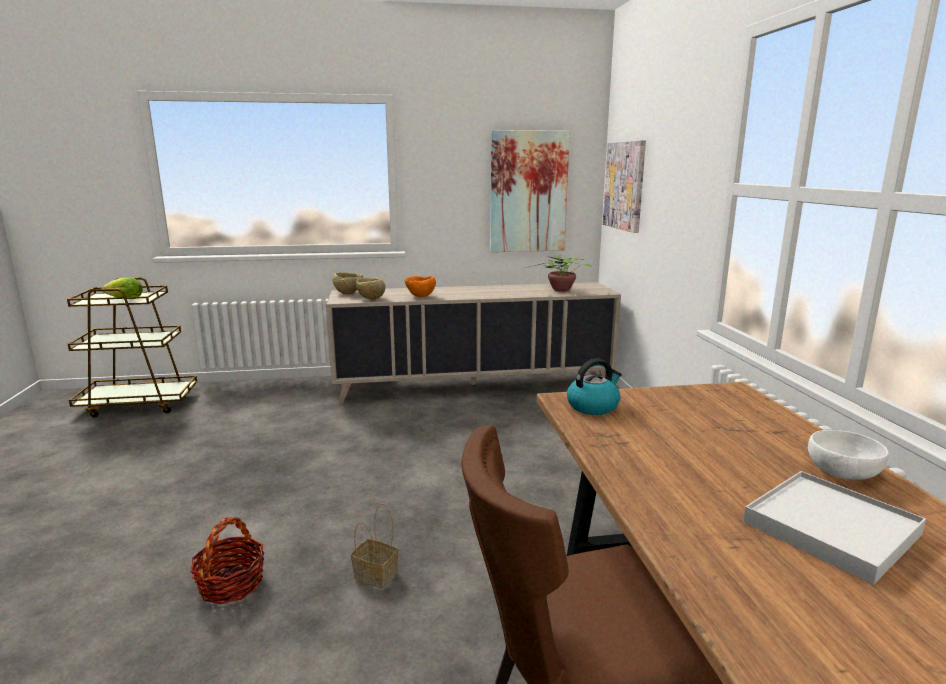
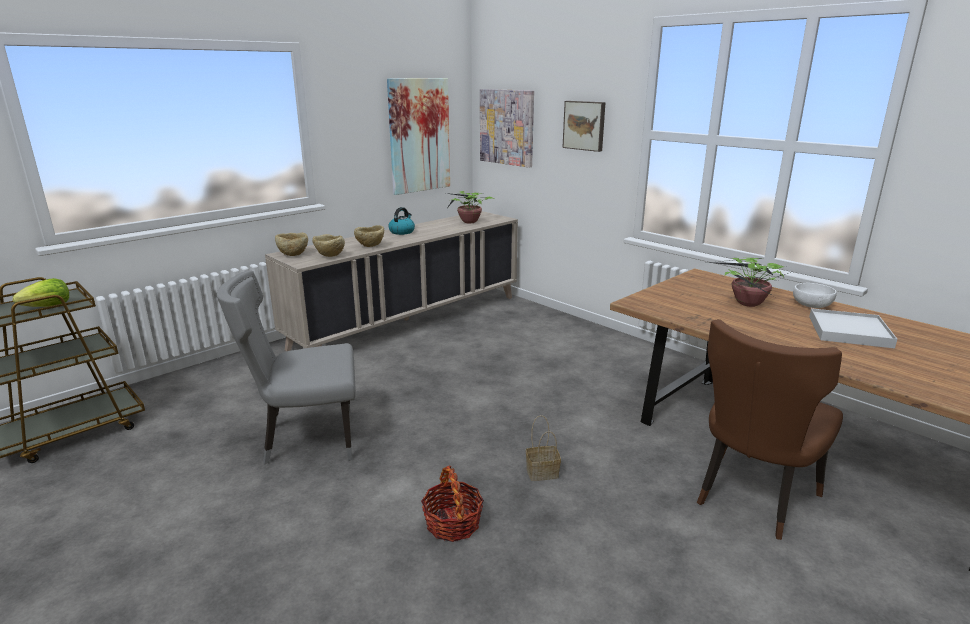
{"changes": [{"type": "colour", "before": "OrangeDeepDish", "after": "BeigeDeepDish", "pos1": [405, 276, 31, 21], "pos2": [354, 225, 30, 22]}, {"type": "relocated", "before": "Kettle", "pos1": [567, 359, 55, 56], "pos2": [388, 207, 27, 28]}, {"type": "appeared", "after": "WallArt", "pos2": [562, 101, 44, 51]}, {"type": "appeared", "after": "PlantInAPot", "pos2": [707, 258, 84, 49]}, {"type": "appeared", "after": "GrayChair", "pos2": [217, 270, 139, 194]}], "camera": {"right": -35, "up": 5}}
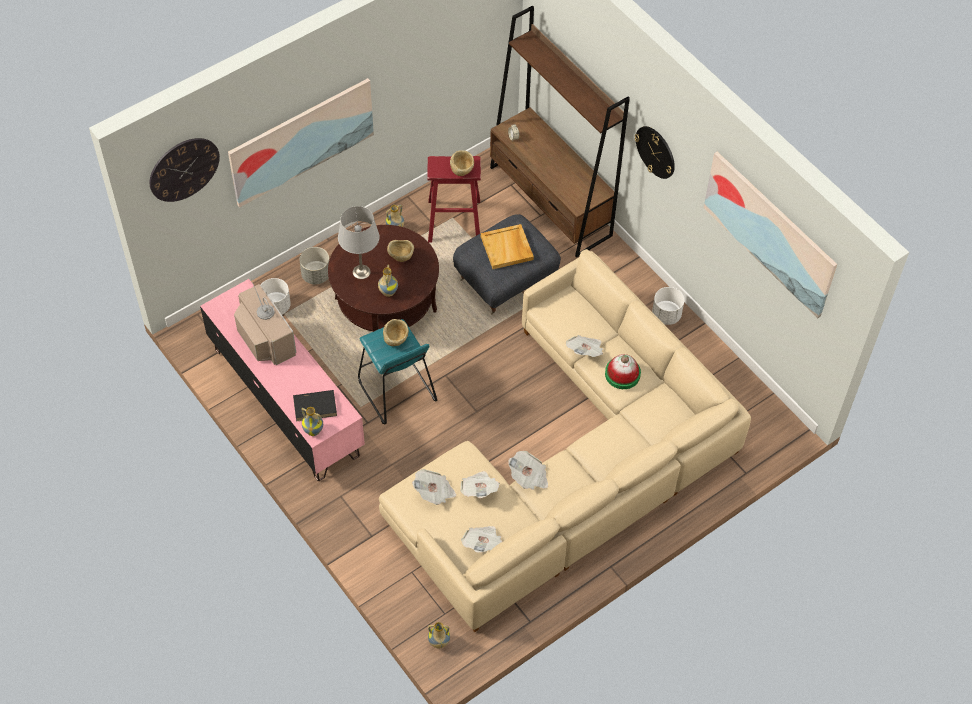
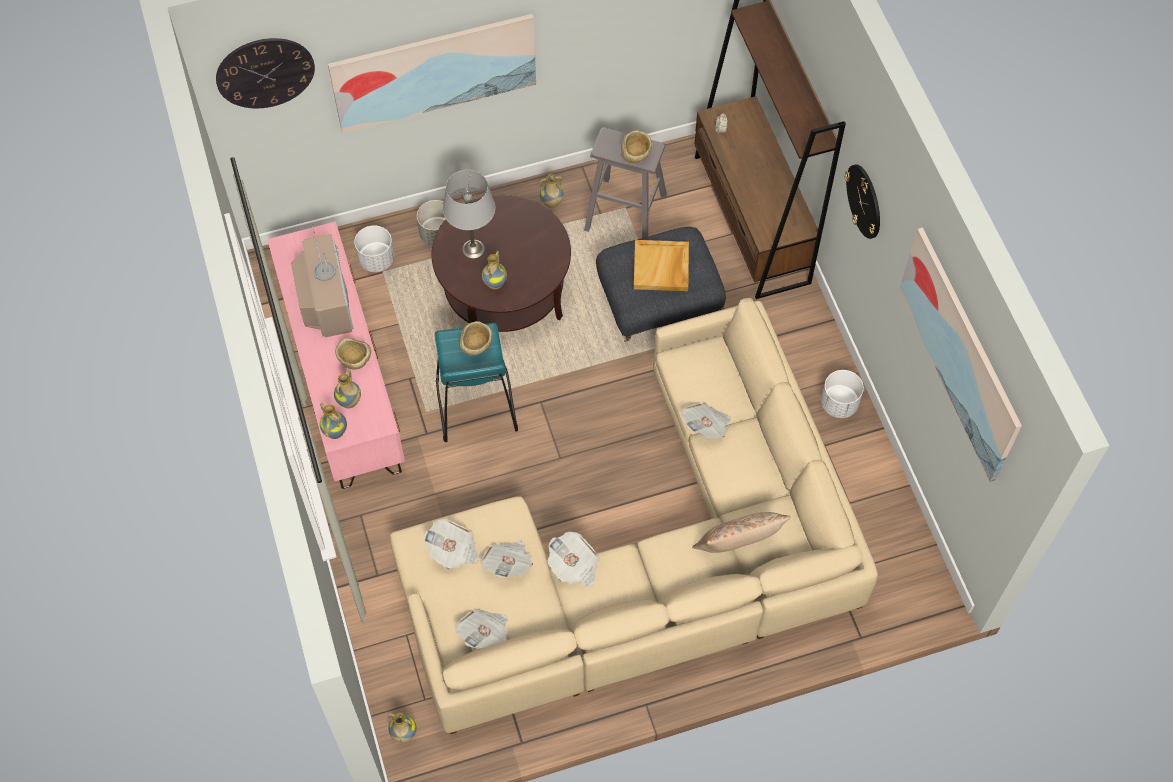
{"changes": [{"type": "colour", "before": "RedStool", "after": "GrayStool", "pos1": [427, 156, 54, 87], "pos2": [584, 127, 83, 111]}, {"type": "relocated", "before": "BeigeDeepDish", "pos1": [387, 240, 27, 22], "pos2": [335, 338, 36, 32]}, {"type": "missing", "before": "ClothingHat", "pos1": [605, 354, 36, 35]}, {"type": "exchanged", "before": "BlackColouredVolume", "after": "DecorativeVase", "pos1": [293, 390, 44, 32], "pos2": [334, 370, 27, 38]}, {"type": "appeared", "after": "BeigeThrowPillow", "pos2": [692, 512, 99, 41]}], "camera": {"right": 20, "up": 5}}
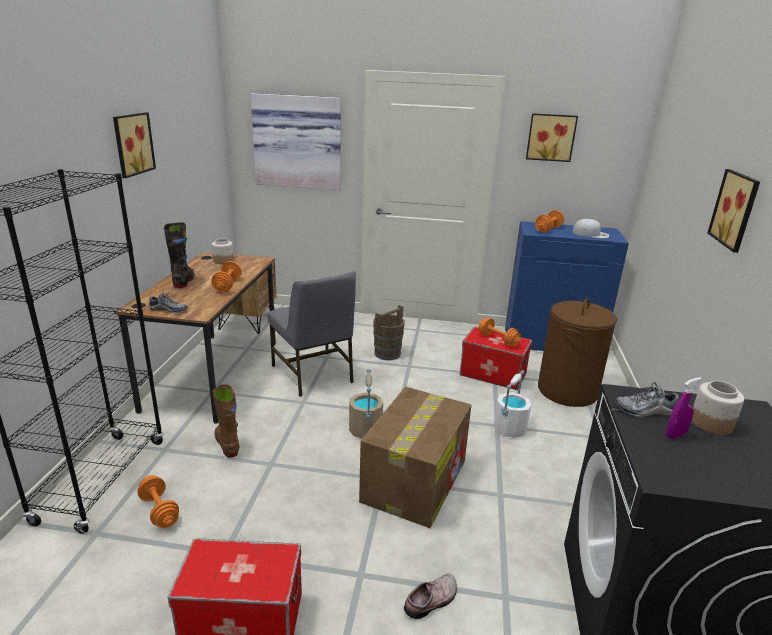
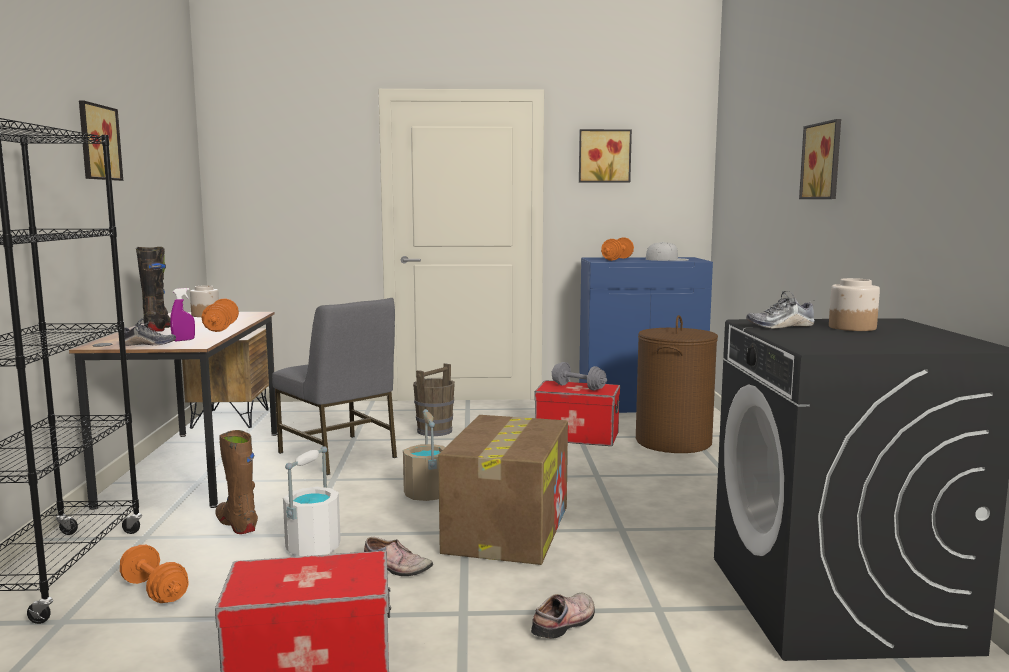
{"changes": [{"type": "missing", "before": "WallArt", "pos1": [251, 93, 90, 97]}, {"type": "colour", "before": "OrangeFreeWeight", "after": "GrayFreeWeight", "pos1": [479, 318, 42, 28], "pos2": [551, 362, 56, 29]}, {"type": "relocated", "before": "WhiteWaterBucket", "pos1": [493, 370, 38, 67], "pos2": [283, 446, 58, 110]}, {"type": "relocated", "before": "PurplishSprayBottle", "pos1": [666, 377, 35, 62], "pos2": [170, 288, 25, 53]}, {"type": "appeared", "after": "Shoe", "pos2": [364, 537, 69, 39]}], "camera": {"right": -10, "up": -15}}
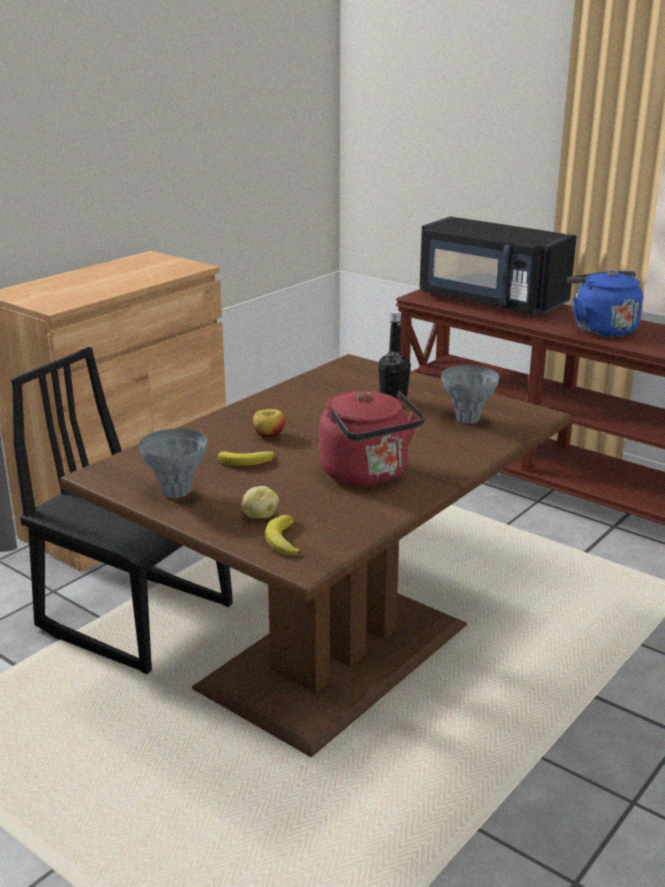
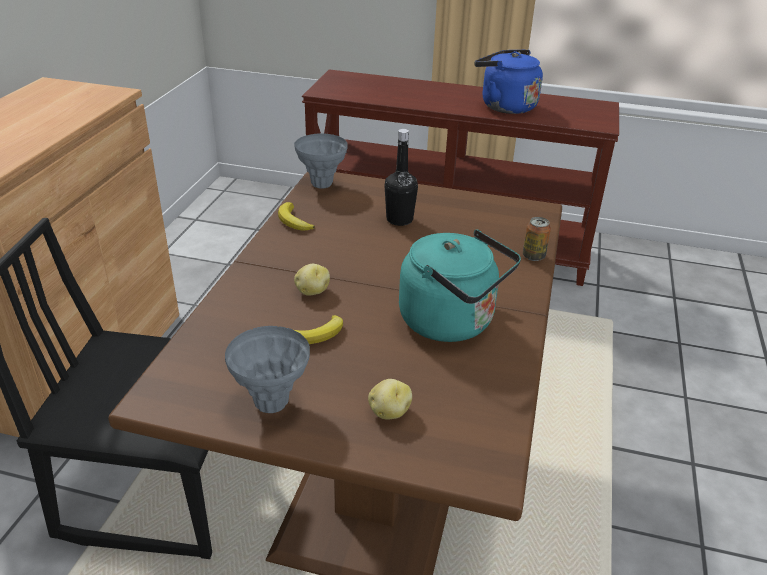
{"changes": [{"type": "missing", "before": "BlackColouredMicrowave", "pos1": [419, 216, 158, 99]}, {"type": "relocated", "before": "GrayDecorativeVase", "pos1": [441, 365, 58, 59], "pos2": [294, 133, 54, 55]}, {"type": "colour", "before": "RedKettle", "after": "BlueGreenKettle", "pos1": [319, 391, 106, 95], "pos2": [399, 230, 122, 112]}, {"type": "exchanged", "before": "WholeApple", "after": "Spud", "pos1": [253, 409, 32, 29], "pos2": [294, 264, 36, 32]}, {"type": "relocated", "before": "WholeBanana", "pos1": [265, 515, 37, 40], "pos2": [278, 202, 37, 29]}, {"type": "appeared", "after": "MetalCan", "pos2": [523, 217, 28, 44]}], "camera": {"right": -25, "up": 10}}
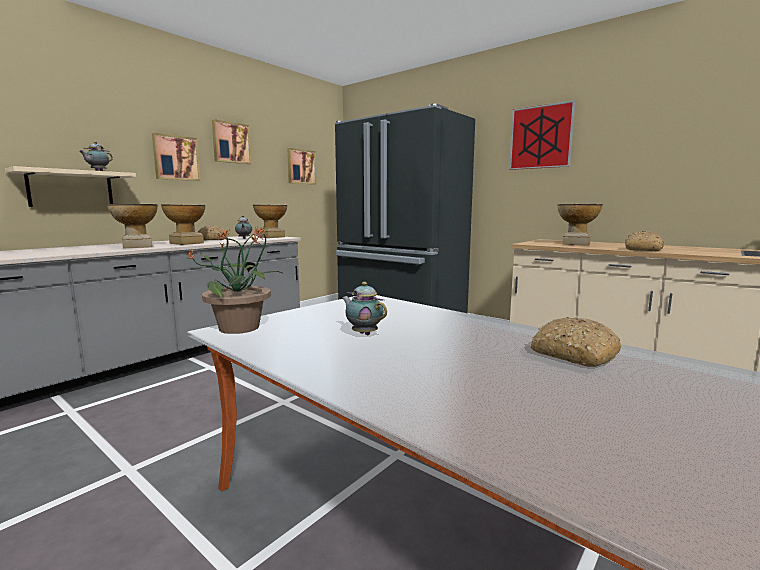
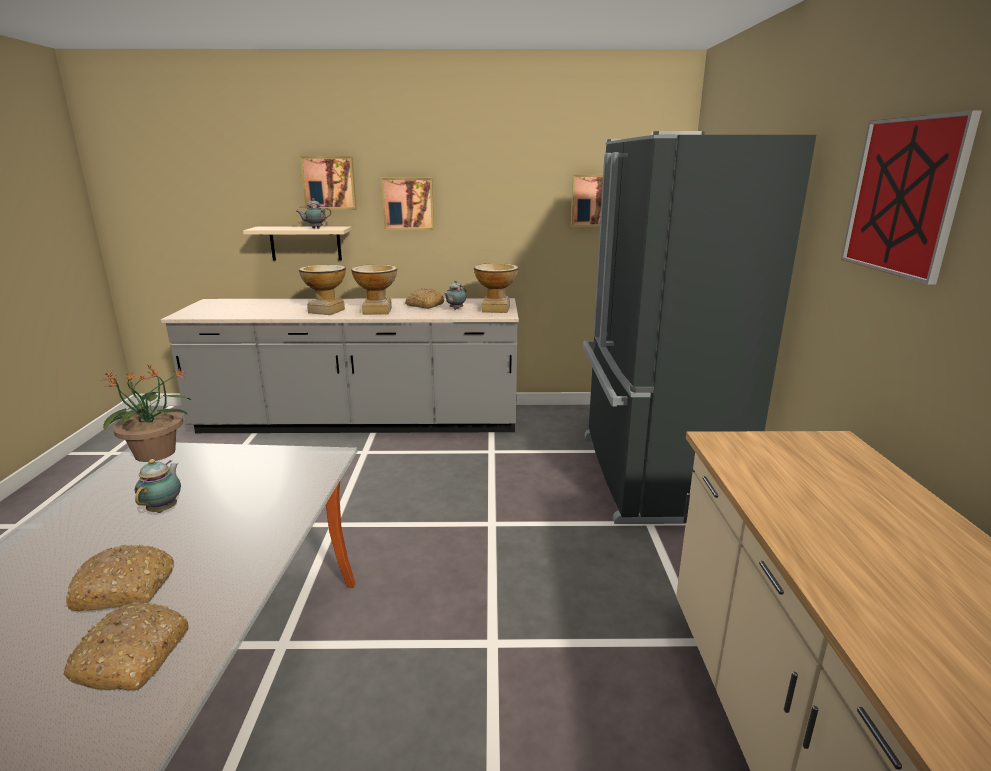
{"changes": [{"type": "relocated", "before": "WallArt", "pos1": [212, 119, 40, 45], "pos2": [300, 156, 57, 54]}, {"type": "missing", "before": "DecorativeVase", "pos1": [557, 204, 46, 42]}, {"type": "relocated", "before": "Bread", "pos1": [625, 231, 39, 20], "pos2": [65, 544, 109, 67]}], "camera": {"right": 50, "up": 10}}
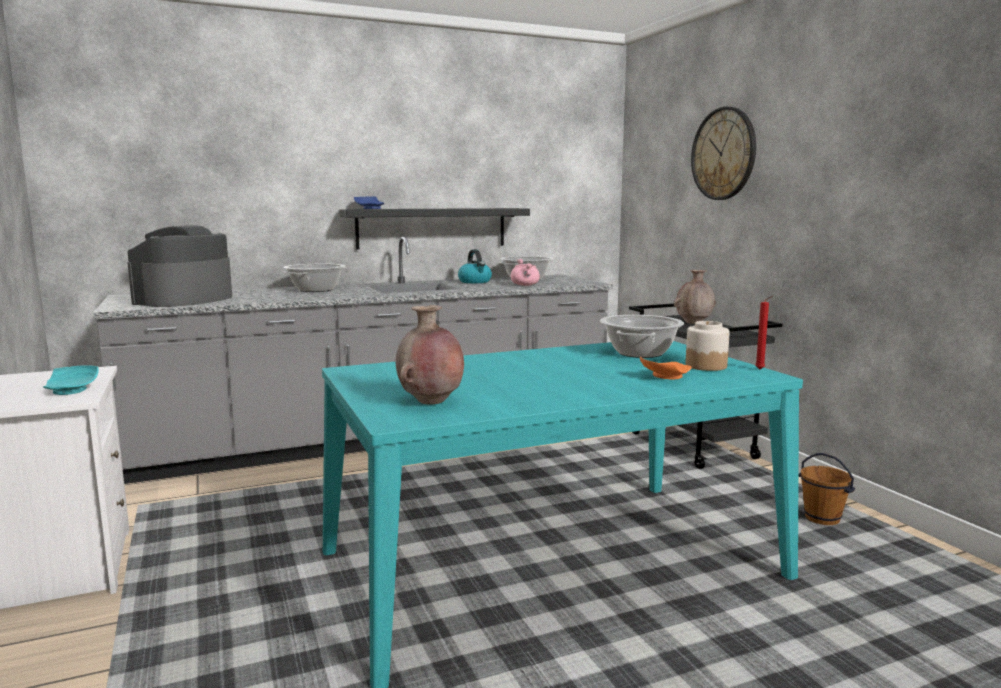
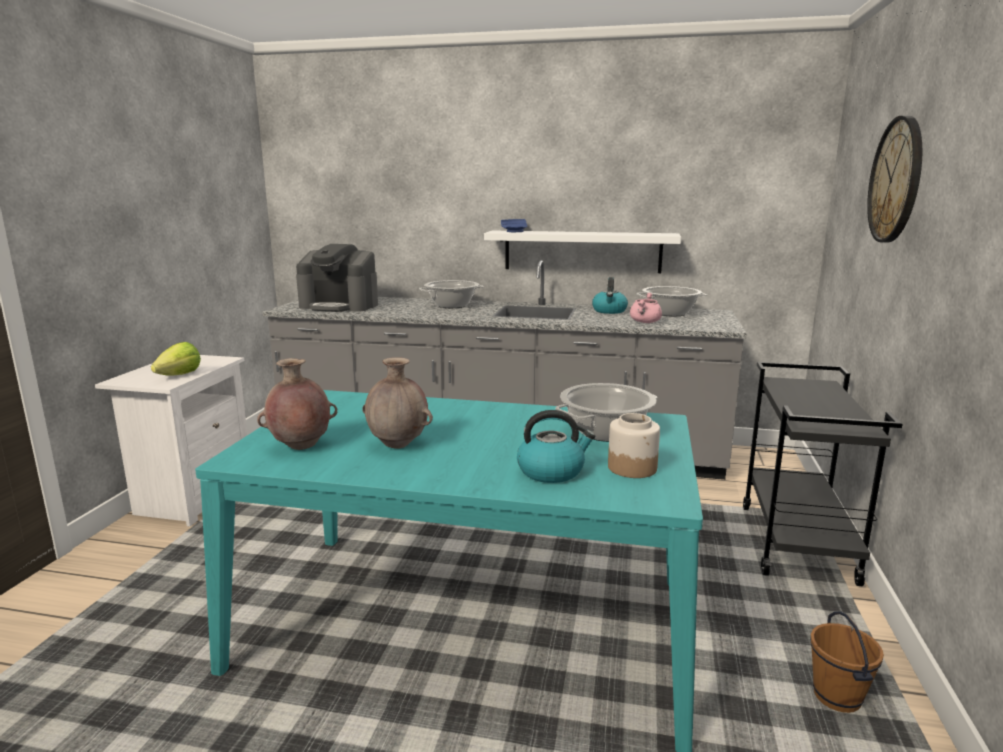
{"changes": [{"type": "colour", "before": "BlackColouredBracketShelf", "after": "WhiteBracketShelf", "pos1": [339, 208, 191, 42], "pos2": [484, 230, 197, 43]}, {"type": "spun", "before": "CoffeeMaker", "pos1": [127, 225, 105, 82], "pos2": [296, 244, 82, 68], "turn": -135}, {"type": "relocated", "before": "BrownColouredDecorativeVase", "pos1": [674, 270, 42, 54], "pos2": [362, 357, 71, 91]}, {"type": "missing", "before": "RedWaxLight", "pos1": [755, 296, 17, 74]}, {"type": "exchanged", "before": "OrangeFlatDish", "after": "Kettle", "pos1": [640, 357, 52, 23], "pos2": [517, 410, 78, 73]}, {"type": "exchanged", "before": "BlueGreenFlatDish", "after": "Lettuce", "pos1": [43, 365, 56, 30], "pos2": [151, 342, 50, 34]}], "camera": {"right": 35, "up": 5}}
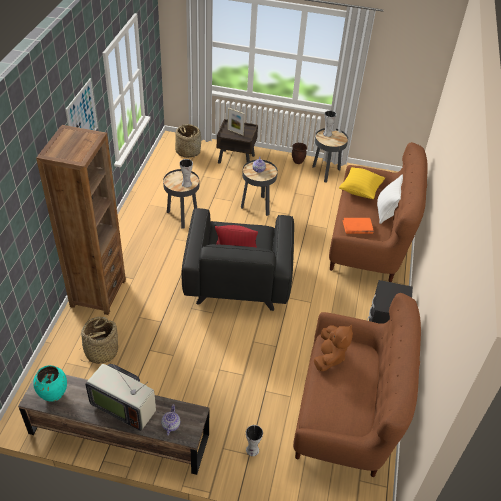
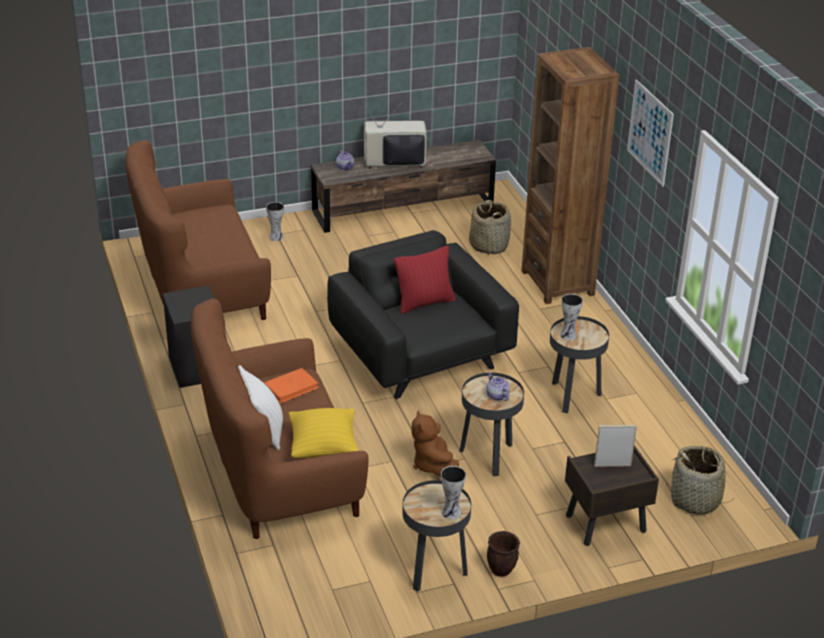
{"changes": [{"type": "relocated", "before": "BrownColouredPlushToy", "pos1": [314, 324, 39, 47], "pos2": [411, 410, 48, 67]}, {"type": "missing", "before": "BlueGreenDecorativeVase", "pos1": [33, 365, 34, 36]}], "camera": {"right": 150, "up": -10}}
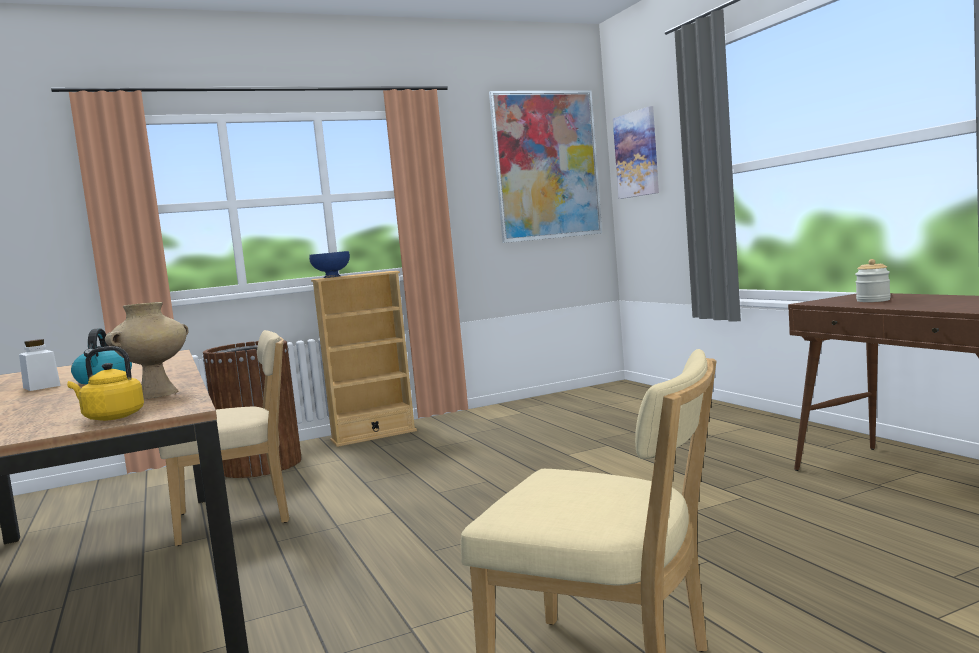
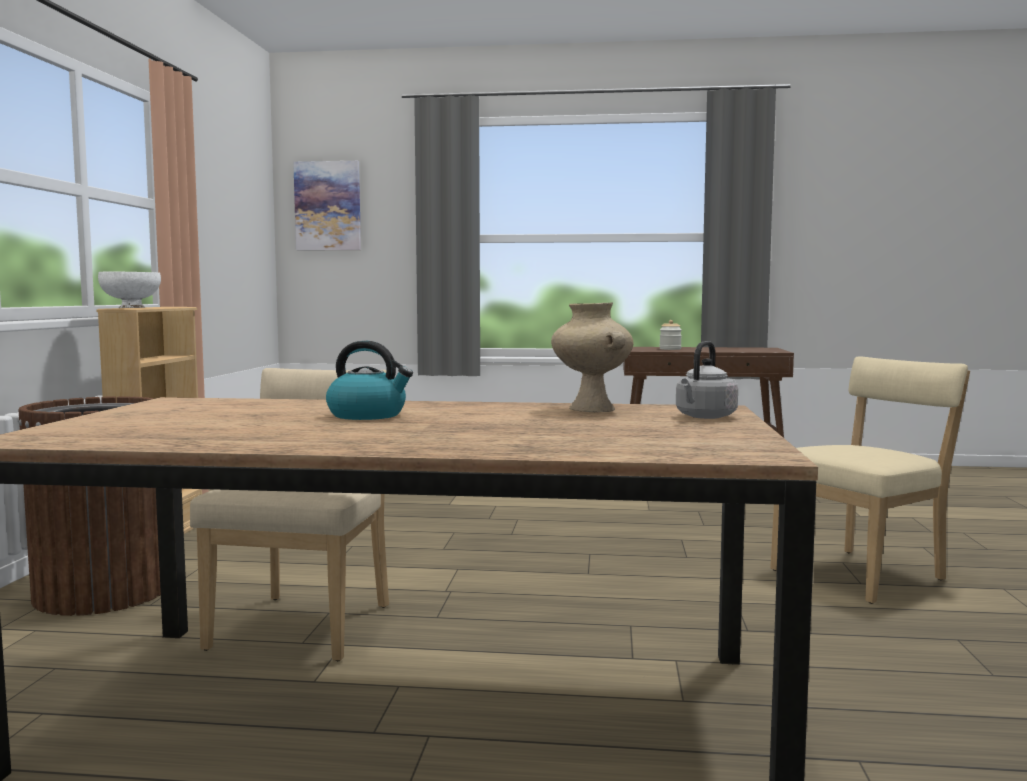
{"changes": [{"type": "missing", "before": "WallArt", "pos1": [489, 90, 113, 153]}, {"type": "colour", "before": "BlueColouredDeepDish", "after": "WhiteDeepDish", "pos1": [309, 251, 41, 27], "pos2": [98, 272, 63, 36]}, {"type": "missing", "before": "WhiteStorageJar", "pos1": [19, 339, 42, 52]}, {"type": "colour", "before": "YellowColouredKettle", "after": "GrayKettle", "pos1": [67, 346, 77, 75], "pos2": [676, 341, 62, 78]}], "camera": {"right": -60, "up": 0}}
